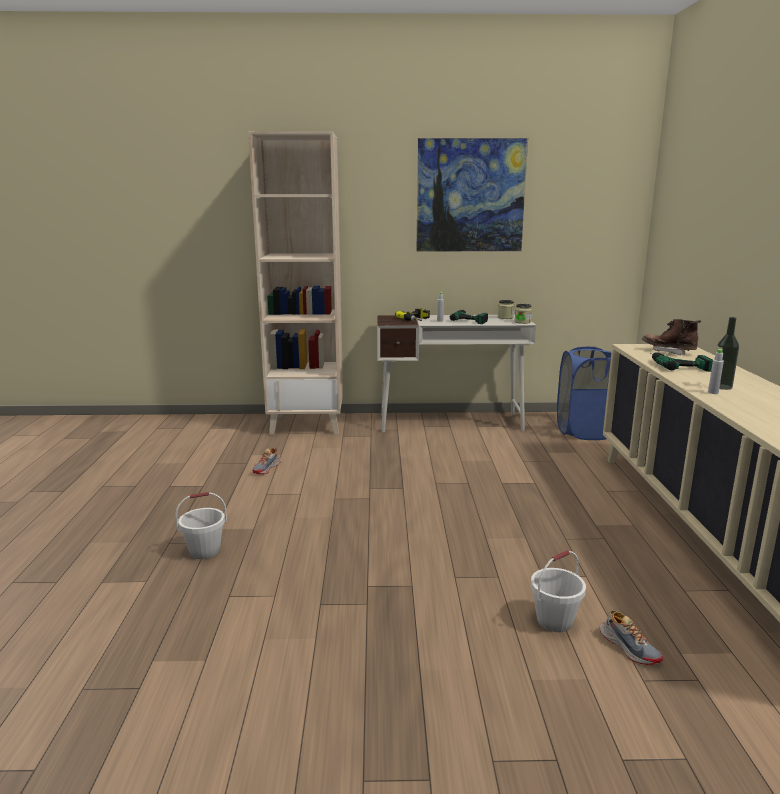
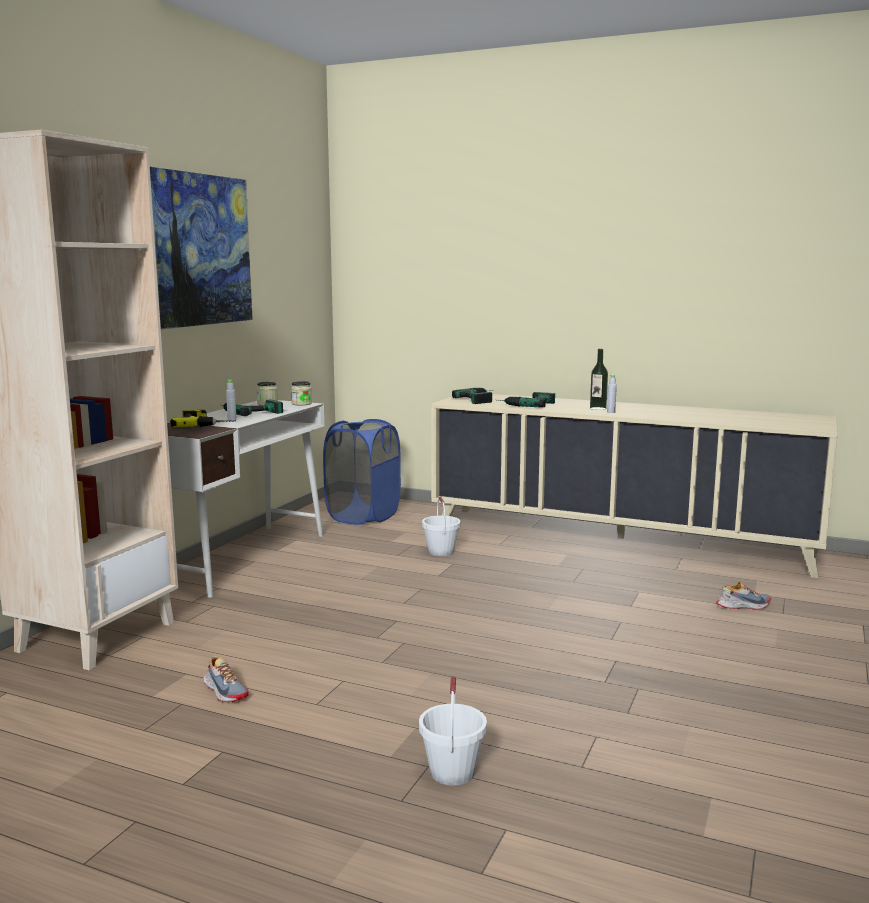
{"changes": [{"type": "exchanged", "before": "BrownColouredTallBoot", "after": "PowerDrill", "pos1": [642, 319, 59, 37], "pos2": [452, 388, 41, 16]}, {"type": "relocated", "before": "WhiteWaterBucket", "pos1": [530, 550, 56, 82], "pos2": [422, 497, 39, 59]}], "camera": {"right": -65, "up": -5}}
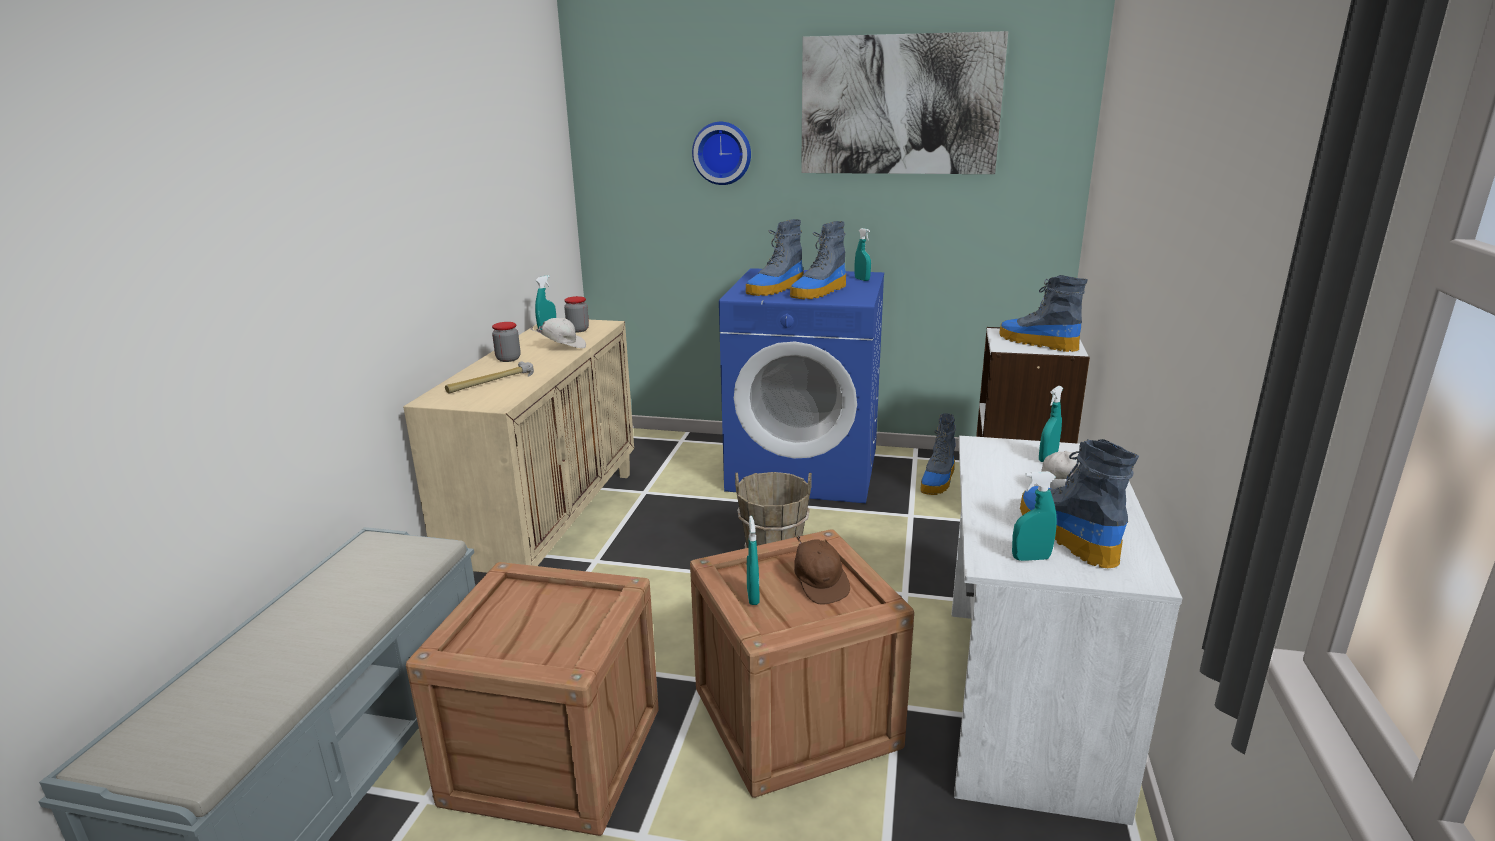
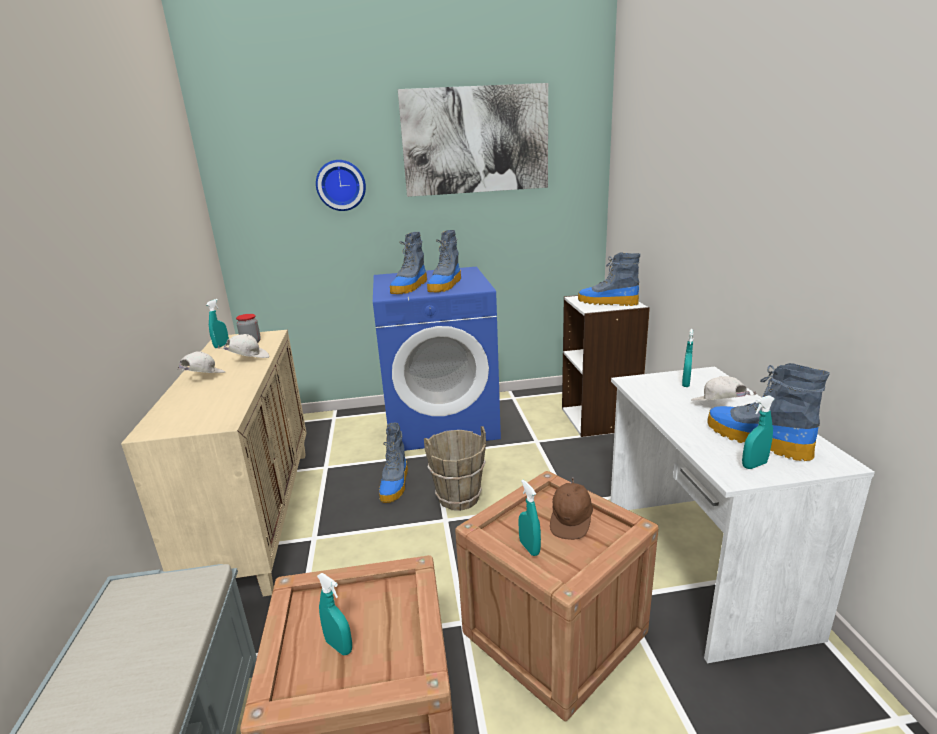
{"changes": [{"type": "relocated", "before": "BlueGreenSprayBottle", "pos1": [855, 228, 16, 53], "pos2": [317, 573, 35, 82]}, {"type": "exchanged", "before": "StorageJar", "after": "WhiteBaseballCap", "pos1": [492, 322, 29, 40], "pos2": [178, 351, 47, 22]}, {"type": "missing", "before": "Hammer", "pos1": [445, 361, 89, 33]}, {"type": "relocated", "before": "TallBoot", "pos1": [920, 413, 36, 82], "pos2": [379, 423, 29, 80]}, {"type": "spun", "before": "BrownColouredBaseballCap", "pos1": [794, 535, 56, 70], "pos2": [550, 478, 43, 62], "turn": 60}], "camera": {"right": -20, "up": 0}}
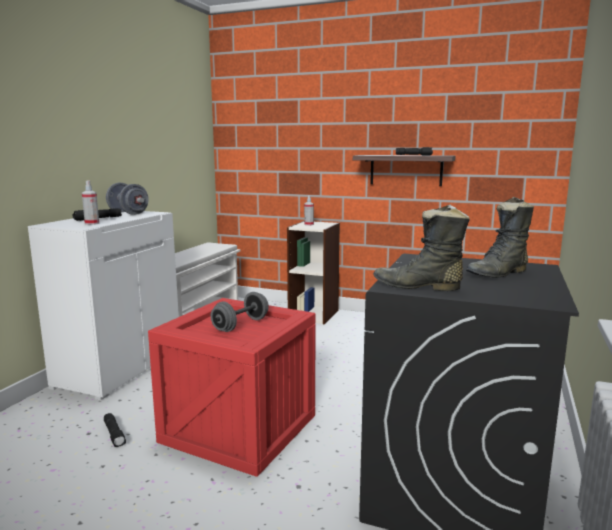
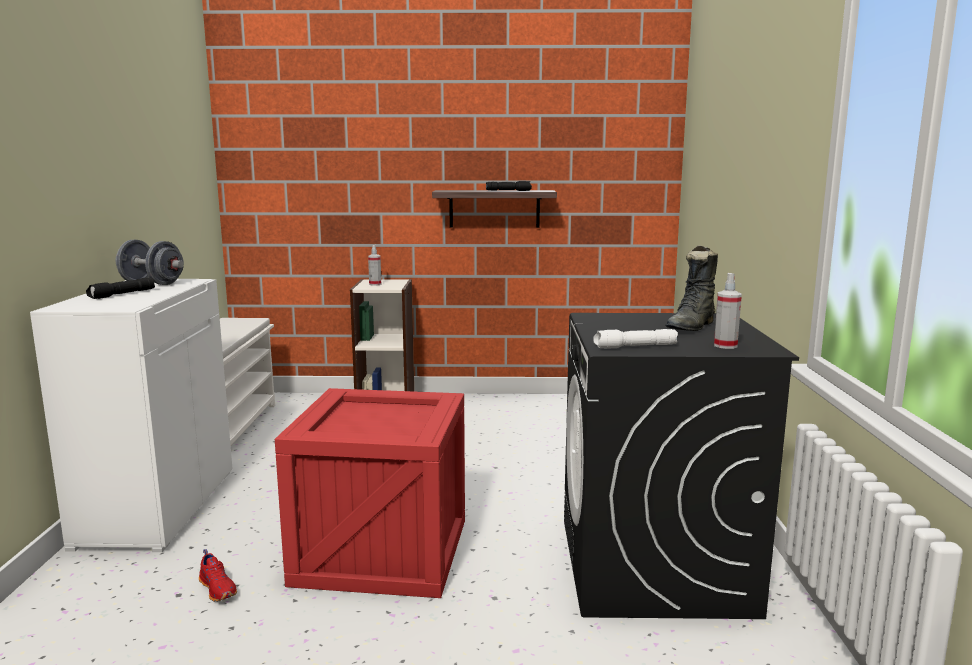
{"changes": [{"type": "relocated", "before": "SprayBottle", "pos1": [82, 180, 17, 45], "pos2": [714, 273, 28, 76]}, {"type": "exchanged", "before": "BlackColouredTallBoot", "after": "WhiteTorch", "pos1": [373, 204, 97, 87], "pos2": [594, 329, 84, 20]}, {"type": "missing", "before": "GrayFreeWeight", "pos1": [211, 292, 58, 40]}, {"type": "exchanged", "before": "BlackColouredTorch", "after": "RedShoe", "pos1": [104, 413, 22, 34], "pos2": [199, 549, 38, 53]}], "camera": {"right": -20, "up": 0}}
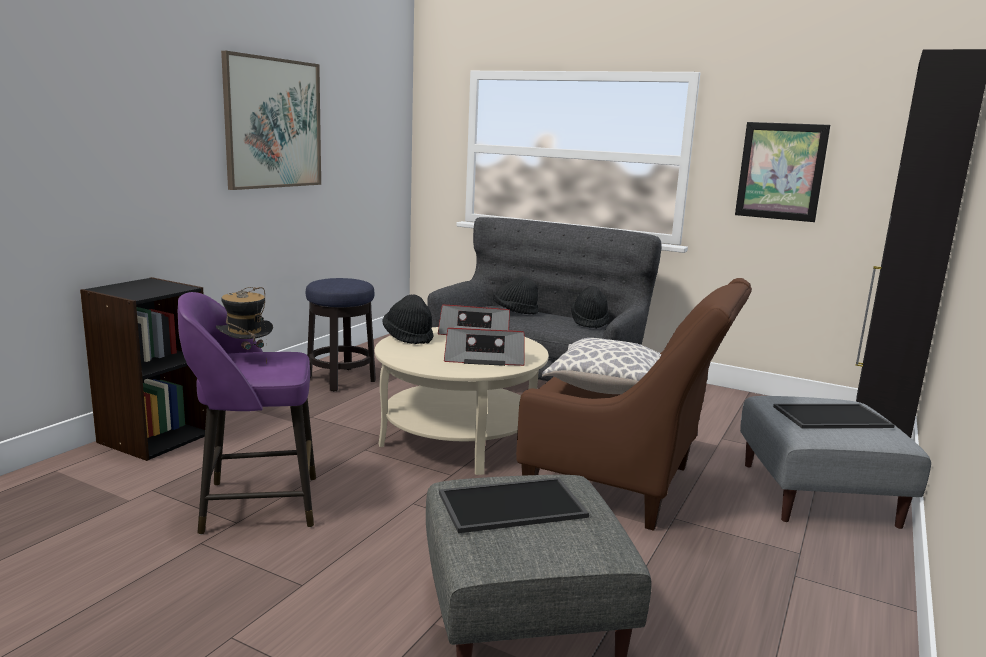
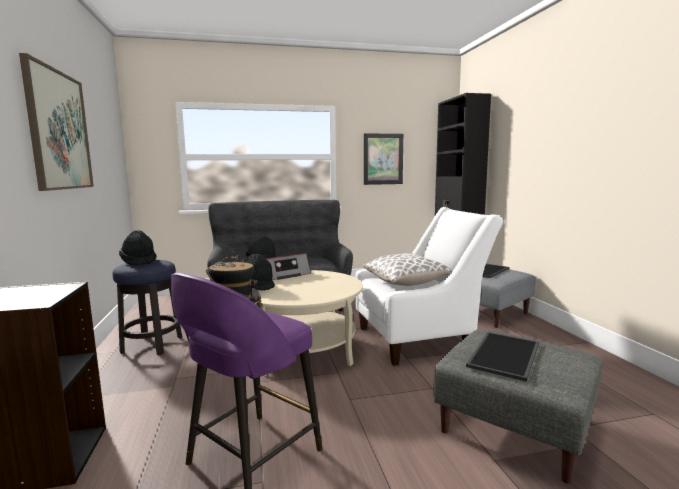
{"changes": [{"type": "colour", "before": "BrownColouredEasyChair", "after": "WhiteEasyChair", "pos1": [516, 278, 236, 253], "pos2": [355, 207, 148, 159]}, {"type": "relocated", "before": "BlackColouredClothingHat", "pos1": [571, 286, 38, 43], "pos2": [119, 230, 38, 35]}, {"type": "missing", "before": "RadioSet", "pos1": [444, 328, 81, 38]}], "camera": {"right": -40, "up": -5}}
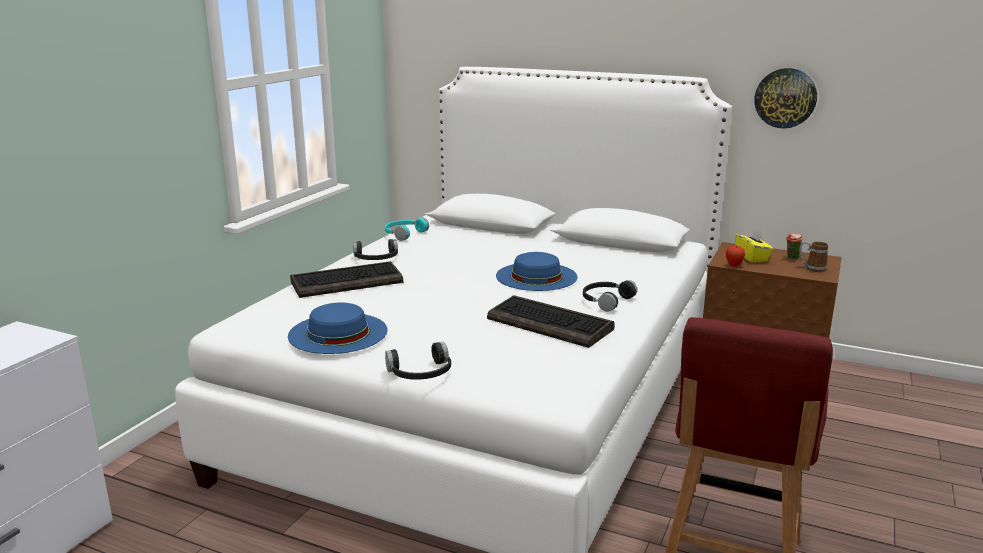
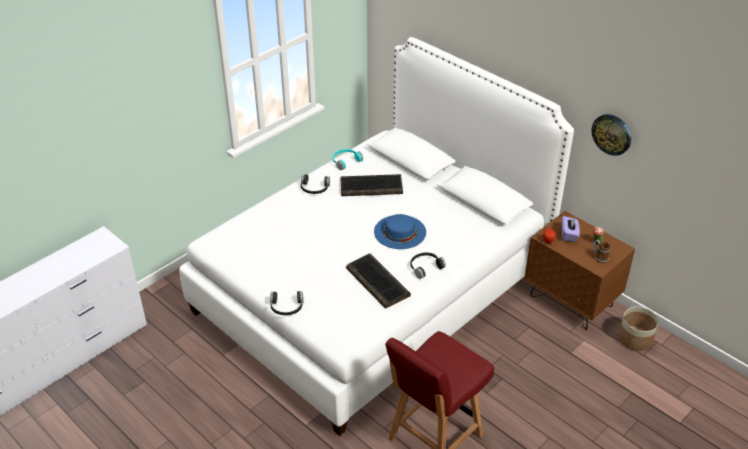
{"changes": [{"type": "colour", "before": "YellowColouredTissueBox", "after": "PurplishTissueBox", "pos1": [735, 228, 38, 35], "pos2": [562, 216, 18, 26]}, {"type": "relocated", "before": "ComputerKeyboard", "pos1": [290, 261, 113, 37], "pos2": [340, 174, 63, 22]}, {"type": "missing", "before": "BlueColouredClothingHat", "pos1": [288, 302, 100, 52]}, {"type": "appeared", "after": "FlowerPot", "pos2": [619, 307, 40, 44]}], "camera": {"right": 20, "up": 20}}
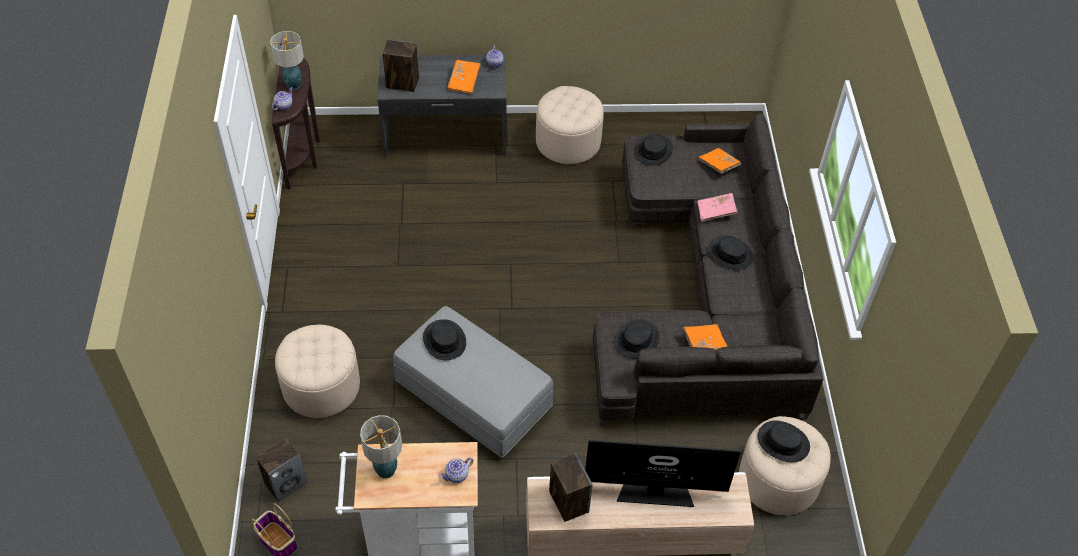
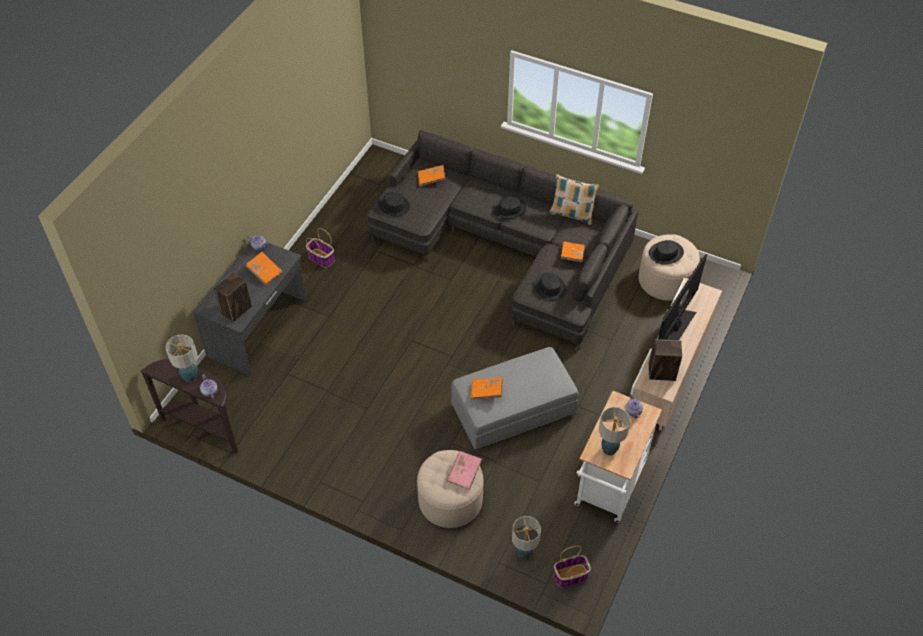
{"changes": [{"type": "exchanged", "before": "BeigePouffe", "after": "Basket", "pos1": [536, 86, 68, 78], "pos2": [306, 228, 29, 40]}, {"type": "relocated", "before": "PinkishVolume", "pos1": [697, 193, 41, 29], "pos2": [447, 451, 35, 39]}, {"type": "exchanged", "before": "BlackColouredClothingHat", "after": "OrangeVolume", "pos1": [423, 319, 43, 41], "pos2": [470, 377, 33, 23]}, {"type": "exchanged", "before": "Speaker", "after": "TabletopLamp", "pos1": [256, 439, 51, 63], "pos2": [512, 516, 29, 44]}, {"type": "appeared", "after": "ThrowPillow", "pos2": [549, 174, 51, 51]}], "camera": {"right": -60, "up": 0}}
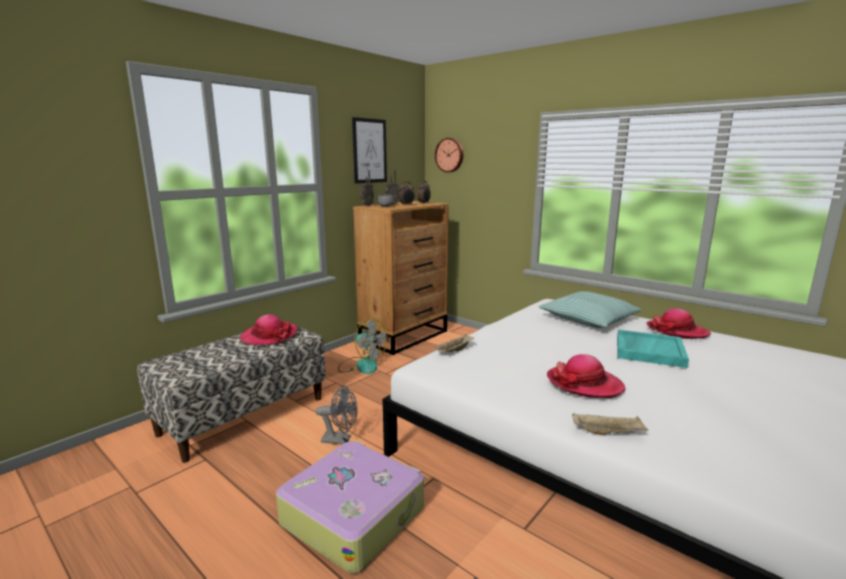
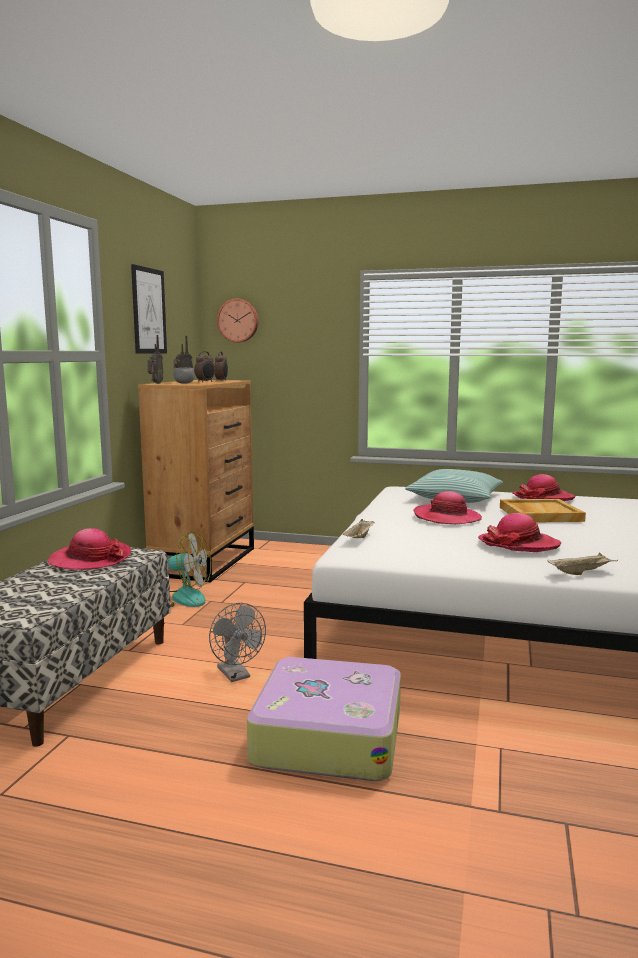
{"changes": [{"type": "colour", "before": "BlueGreenServingTray", "after": "BeigeServingTray", "pos1": [617, 330, 72, 38], "pos2": [500, 499, 86, 24]}, {"type": "spun", "before": "GrayCoolingFan", "pos1": [315, 386, 42, 59], "pos2": [209, 603, 57, 79], "turn": 75}, {"type": "appeared", "after": "ClothingHat", "pos2": [413, 491, 69, 33]}], "camera": {"right": -25, "up": -5}}
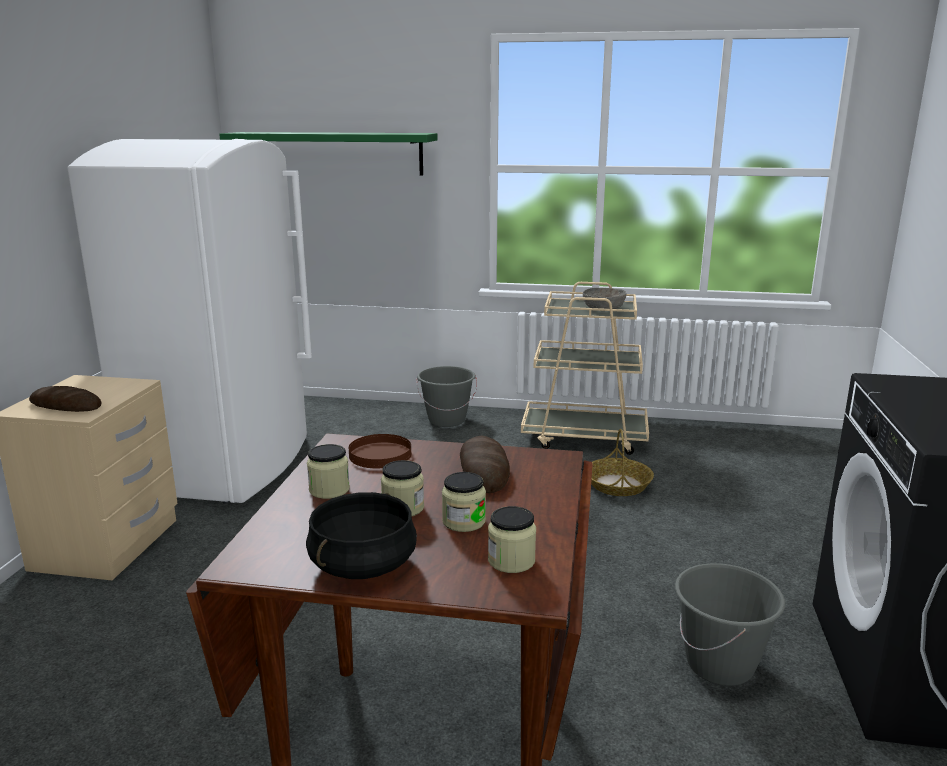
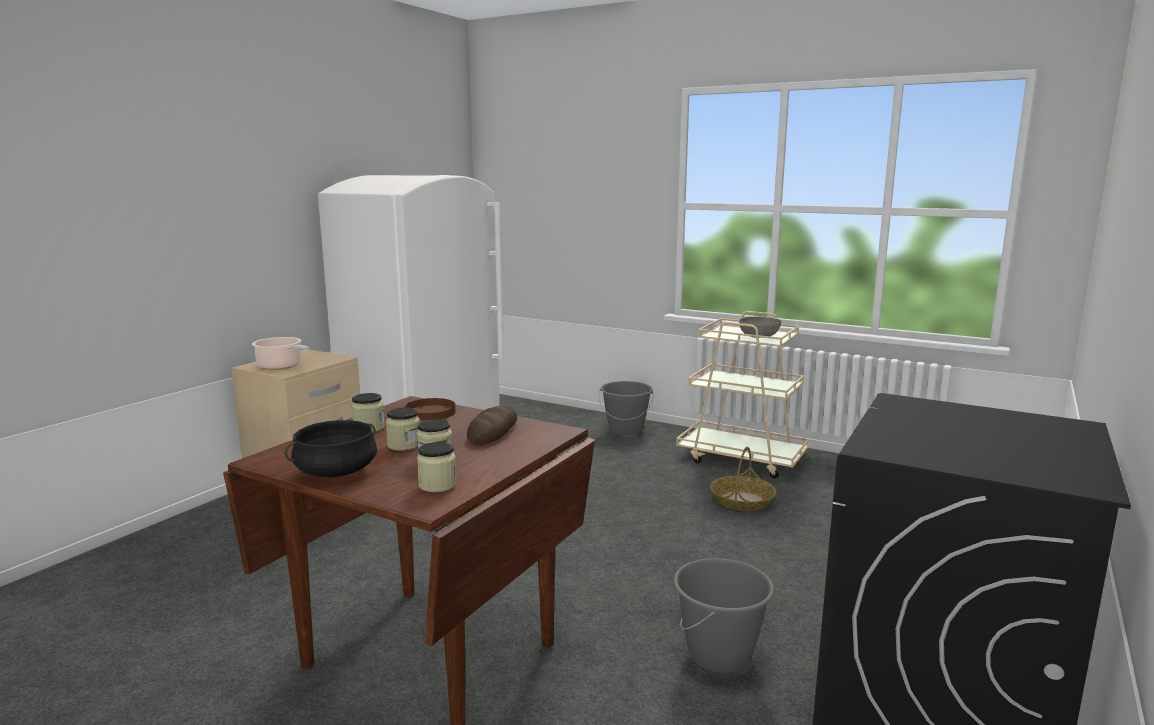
{"changes": [{"type": "missing", "before": "GreenishBracketShelf", "pos1": [219, 132, 219, 44]}, {"type": "exchanged", "before": "Bread", "after": "Saucepot", "pos1": [29, 386, 73, 26], "pos2": [252, 337, 57, 33]}], "camera": {"right": 20, "up": -5}}
